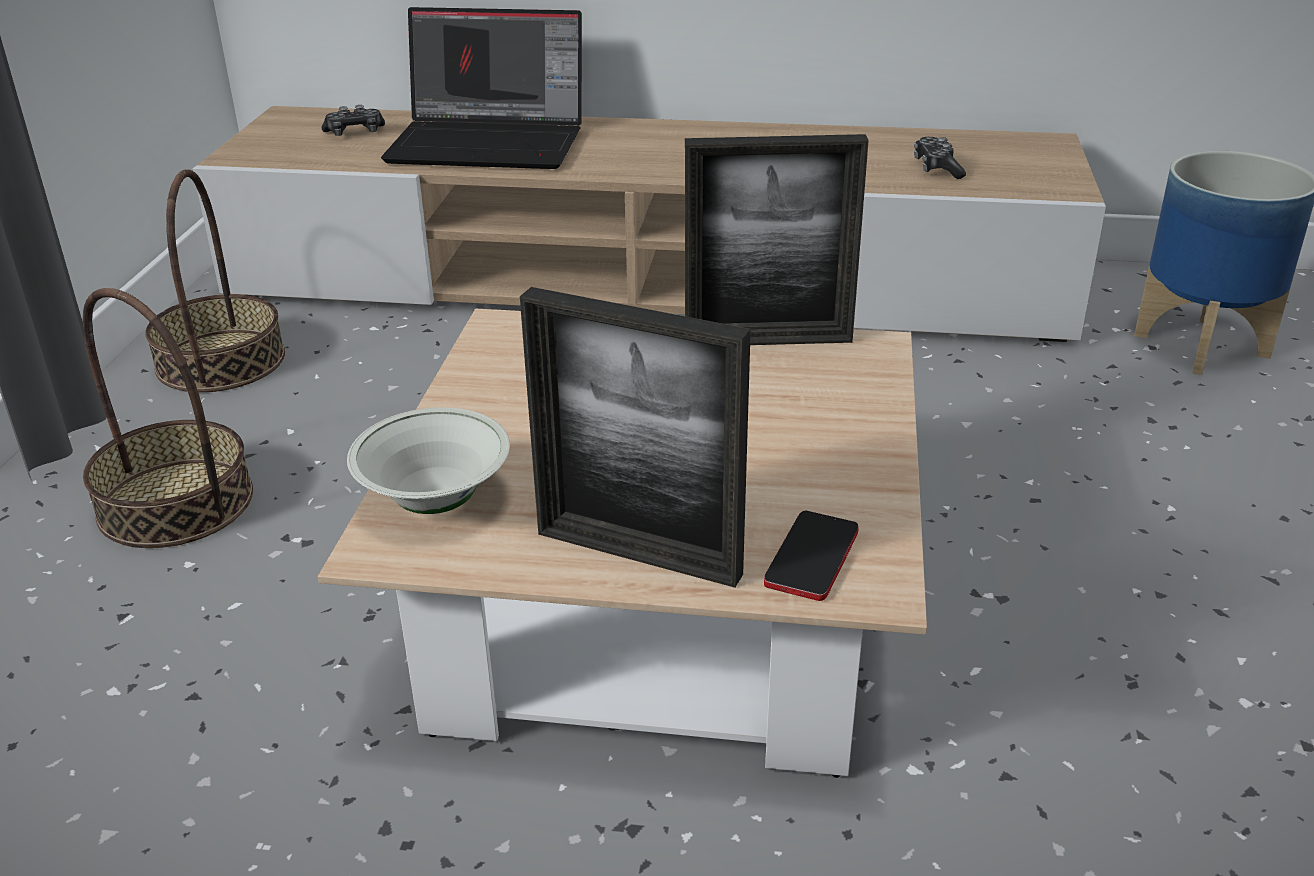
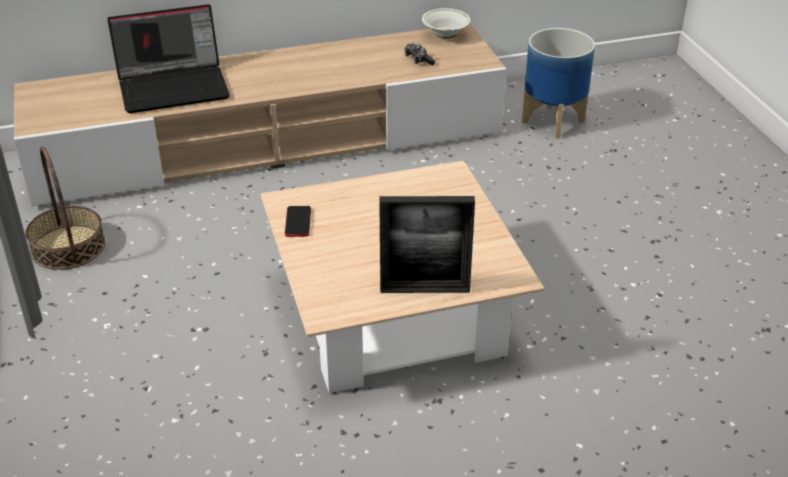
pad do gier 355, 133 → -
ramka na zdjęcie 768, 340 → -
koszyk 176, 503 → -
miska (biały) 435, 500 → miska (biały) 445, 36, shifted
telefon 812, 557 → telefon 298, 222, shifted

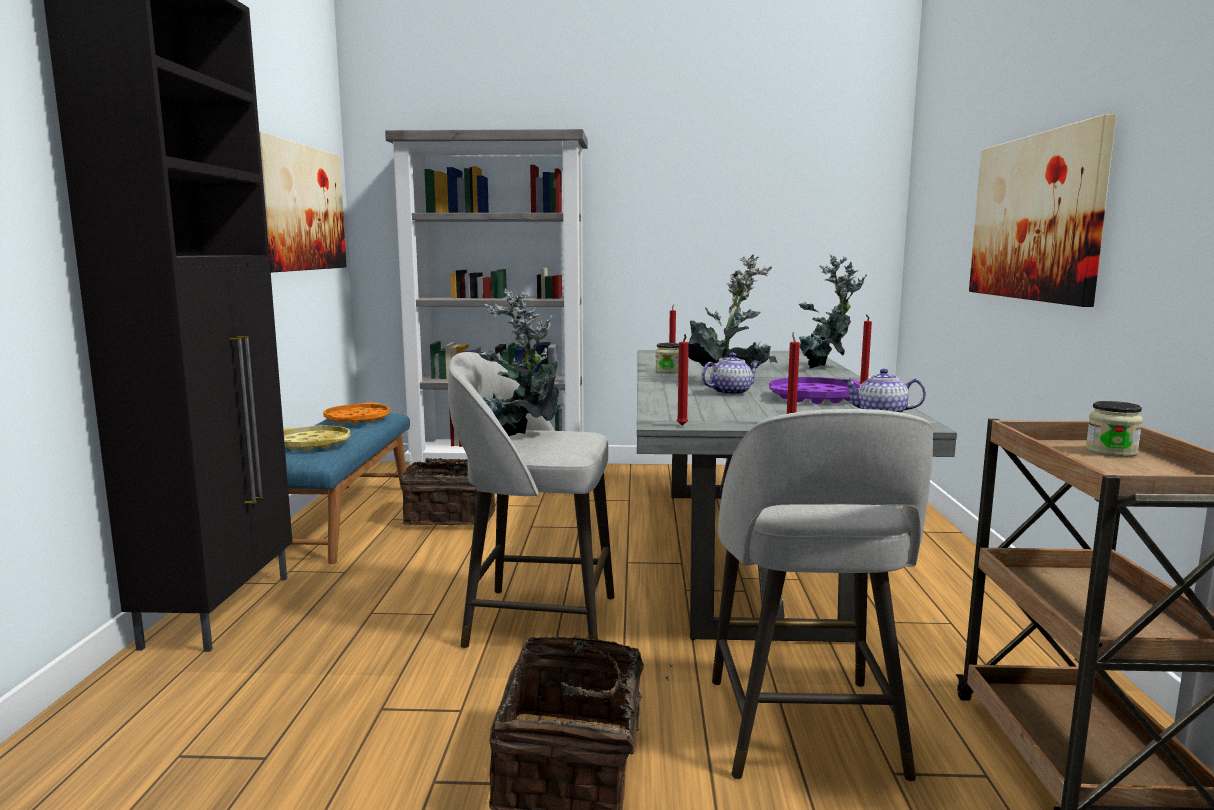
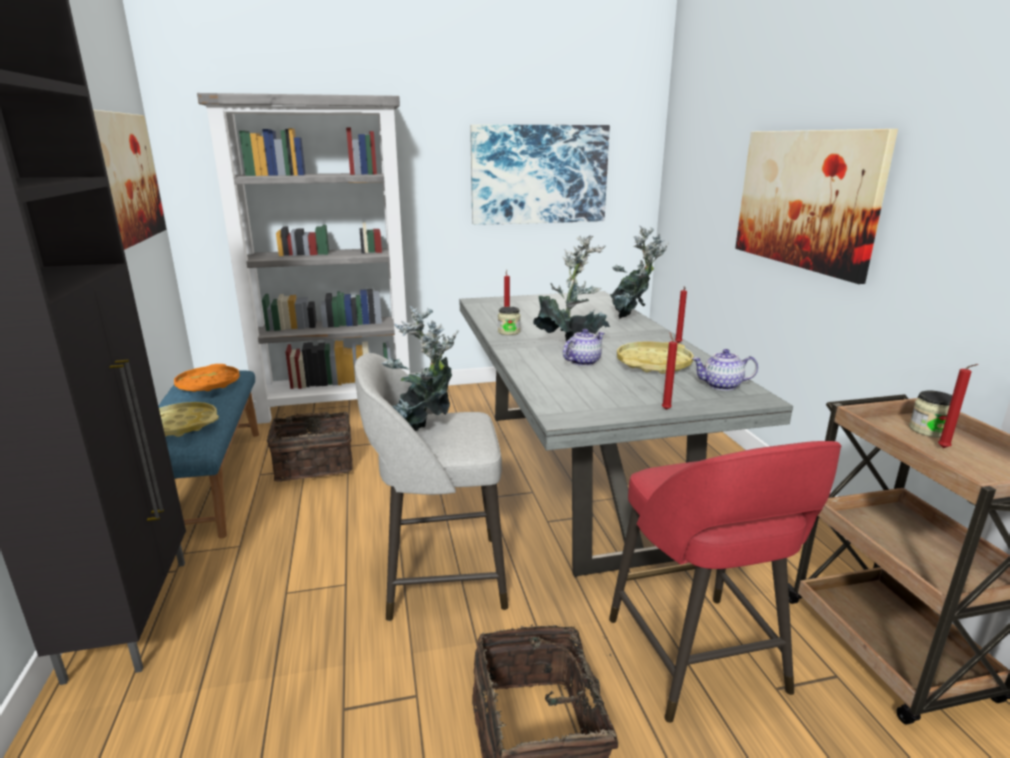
świeca (czerwony) 682, 426 → świeca (czerwony) 945, 449, shifted
taca (fioletowy) 814, 397 → taca (żółty) 653, 363
stołek (szary) 805, 731 → stołek (czerwony) 698, 659
- → obraz 539, 174

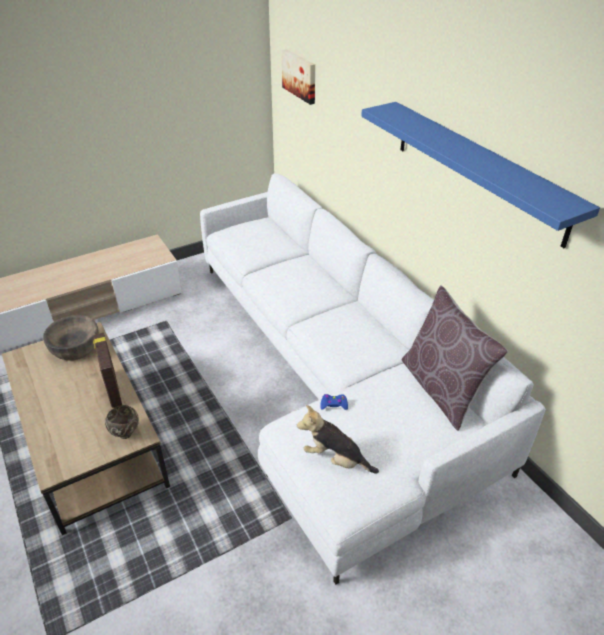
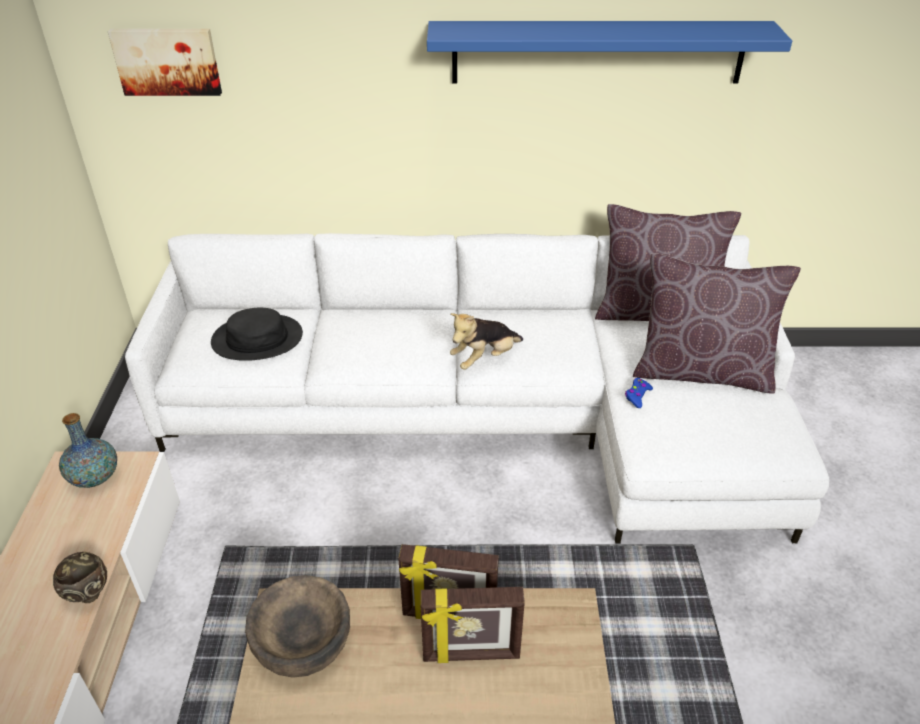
miska (brązowy) 125, 433 → miska (brązowy) 88, 595, shifted
pluszak 335, 459 → pluszak 484, 358, shifted
- → poduszka (brązowy) 701, 372
- → kapelusz (czarny) 257, 339
- → wazon 95, 477
- → ramka na zdjęcie 471, 655

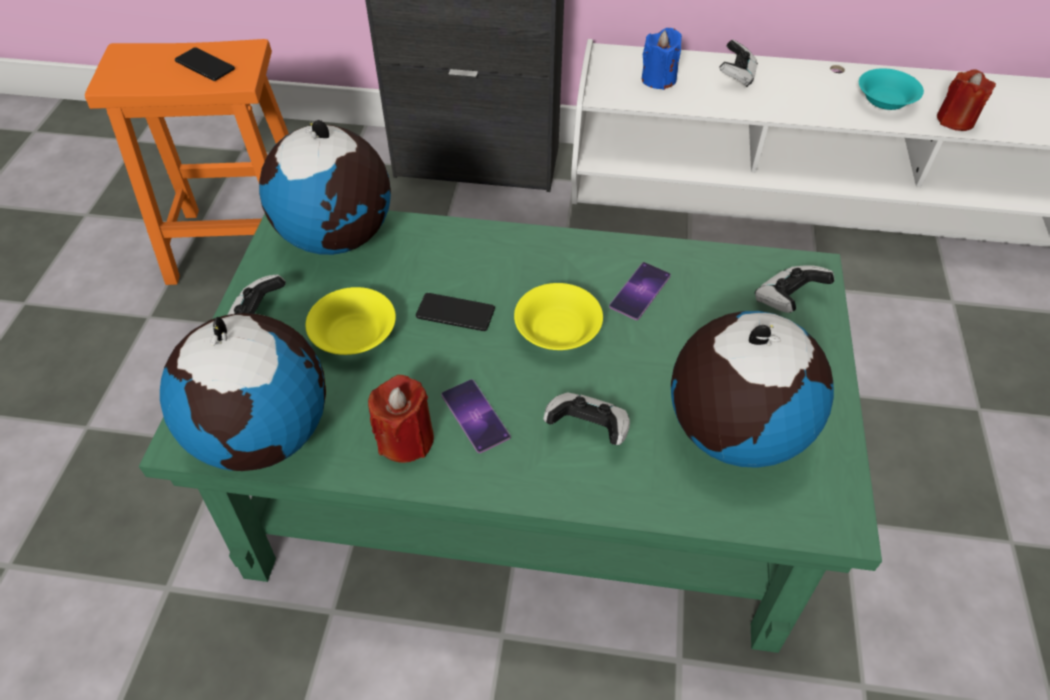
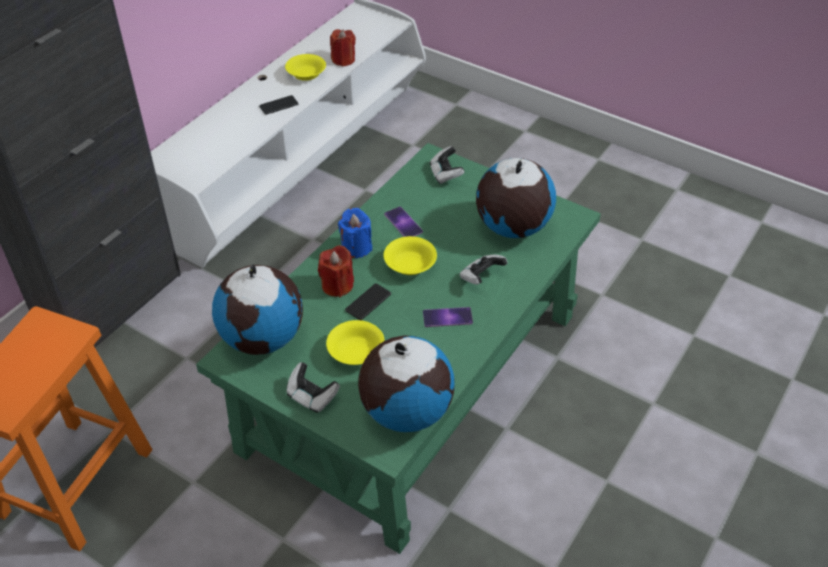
świeca (niebieski) 658, 79 → świeca (niebieski) 356, 247, shifted
pad do gier 736, 76 → -
telefon 205, 65 → telefon 279, 105, shifted
miska (turkusowy) 884, 101 → miska (żółty) 306, 75
świeca (czerwony) 405, 439 → świeca (czerwony) 337, 285, shifted

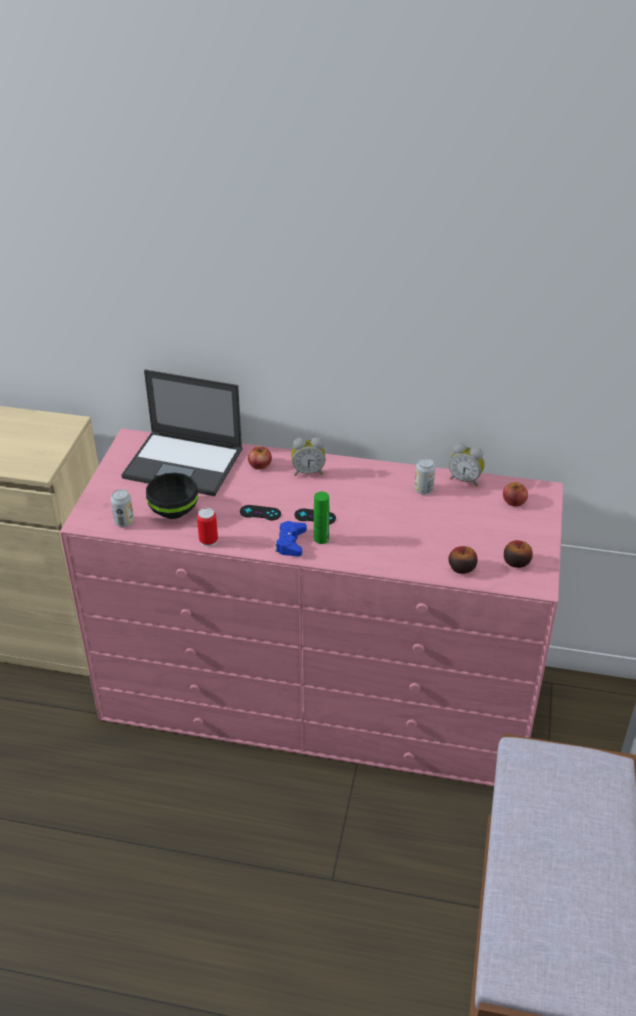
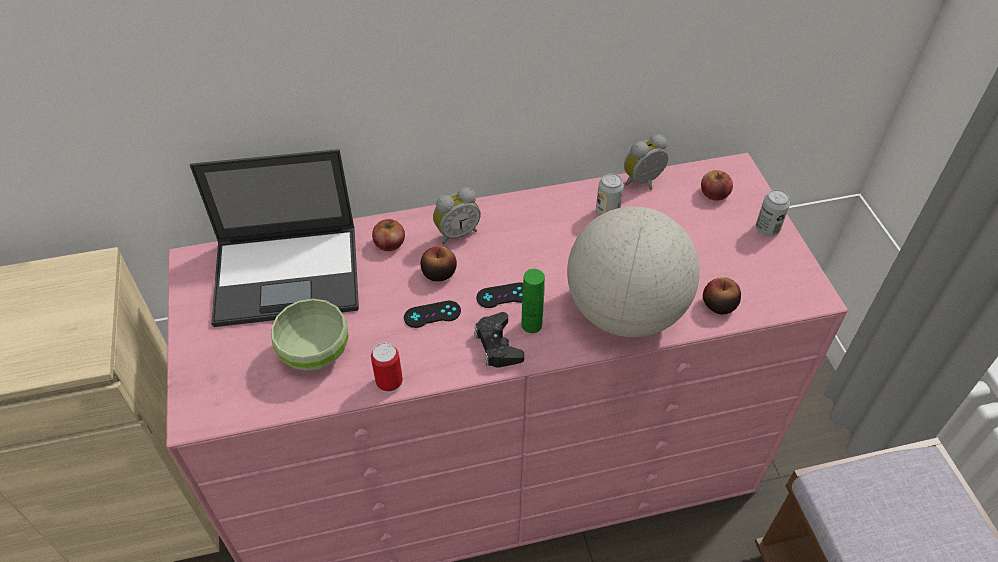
budzik 465, 479 → budzik 644, 183, 150 degrees clockwise
miska (czarny) 173, 510 → miska (zielony) 314, 351
puszka 124, 522 → puszka 767, 229, shifted
pad do gier (niebieski) 290, 543 → pad do gier (czarny) 498, 345
jabłko 516, 562 → jabłko 439, 273, shifted
- → globus 625, 311

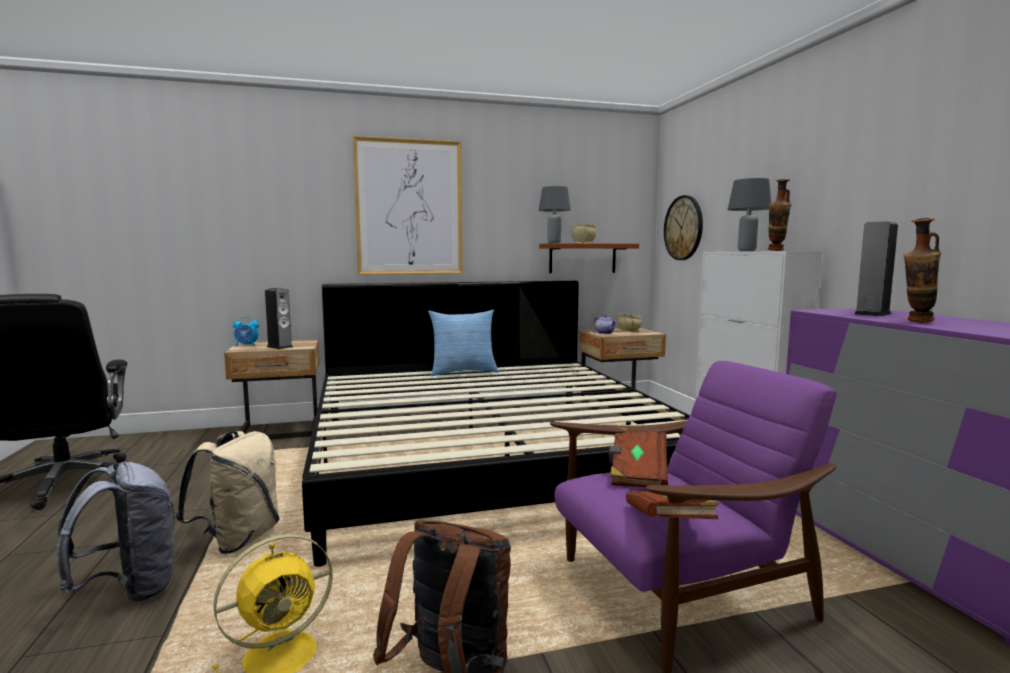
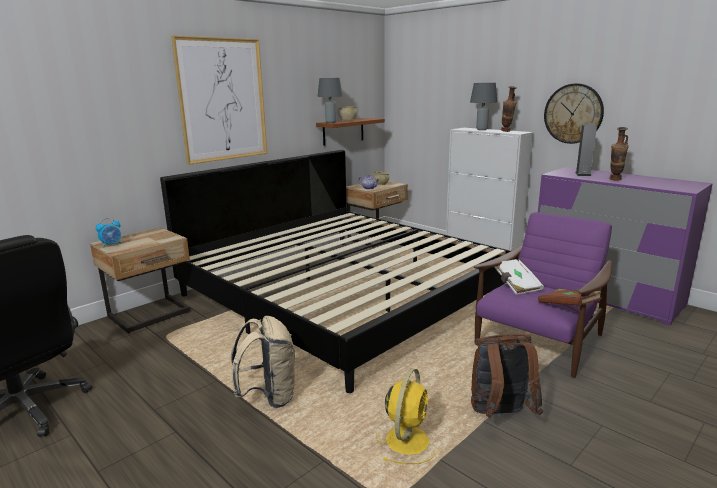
zegar ścienny 683, 228 → zegar ścienny 573, 113, shifted
głośnik 279, 347 → -
poduszka 463, 372 → -
książka (brązowy) 636, 473 → książka (biały) 516, 285
plecak (szary) 129, 590 → -

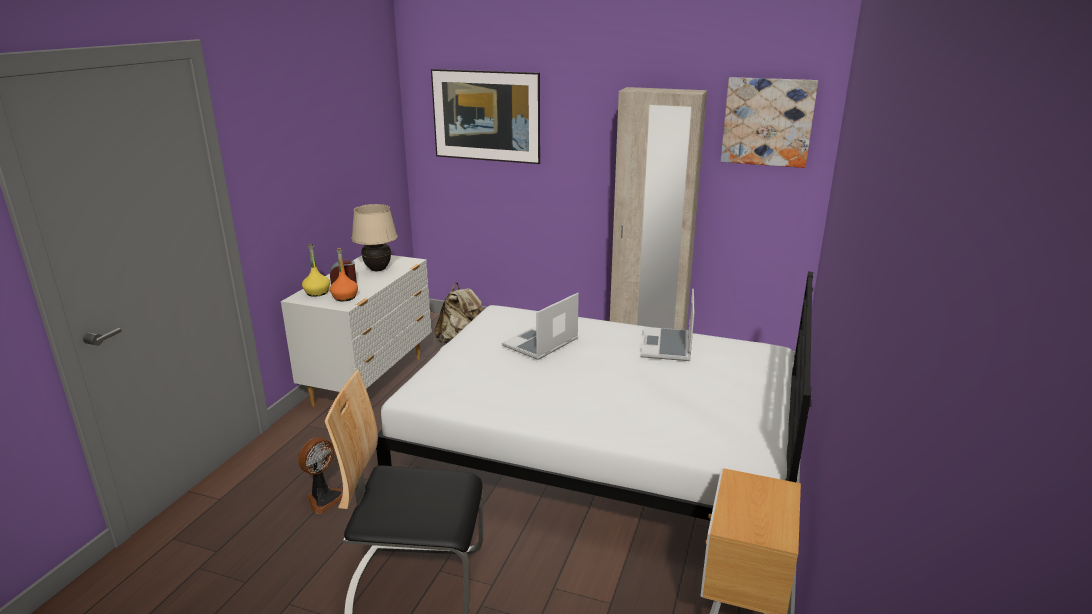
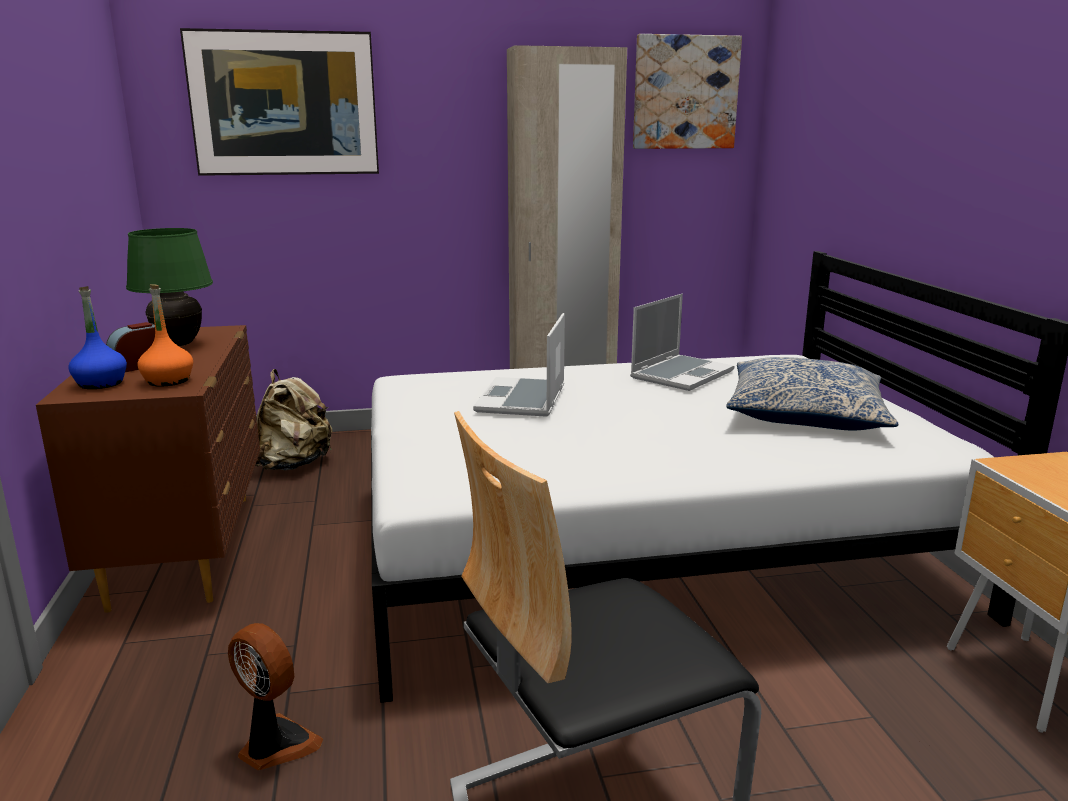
lampa stołowa (beżowy) 377, 270 → lampa stołowa (zielony) 178, 345
butelka (żółty) 317, 293 → butelka (niebieski) 100, 384
komoda (biały) 371, 381 → komoda (brązowy) 188, 547
laptop 667, 346 → laptop 681, 374, 120 degrees counterclockwise
wentylator 324, 498 → wentylator 275, 746, 60 degrees counterclockwise
- → poduszka 805, 414

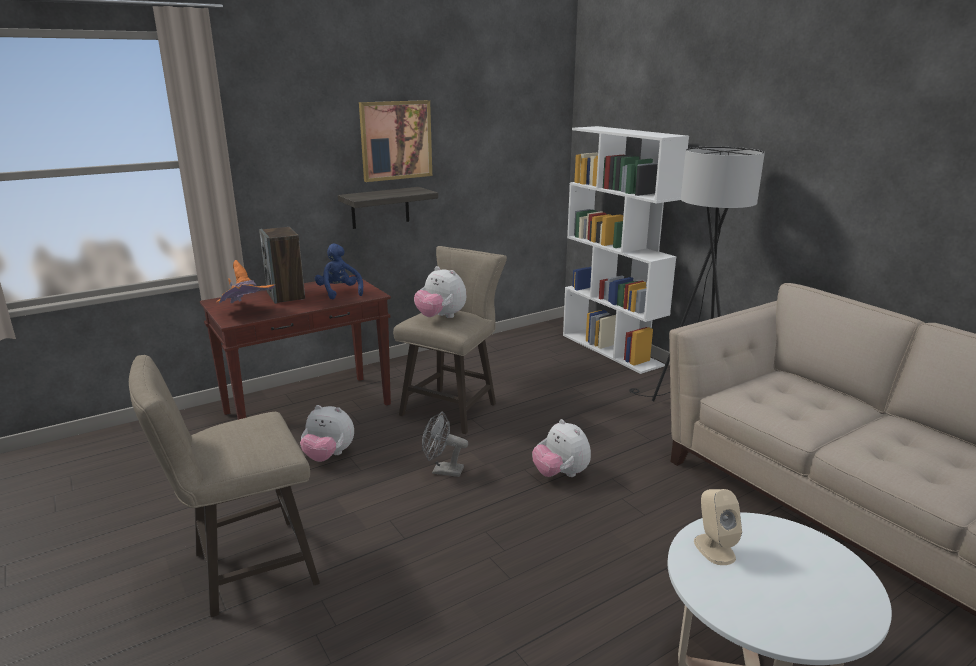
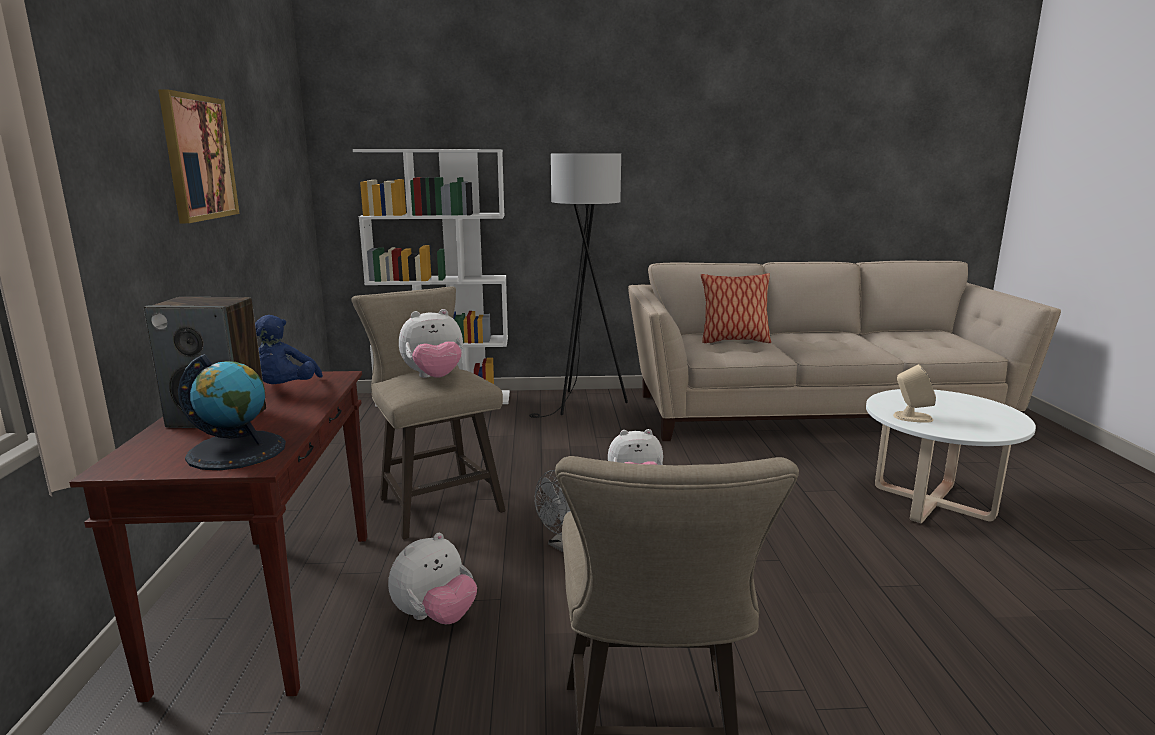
półka 380, 207 → -
pluszak (niebieski) 339, 292 → pluszak (niebieski) 285, 389, 90 degrees counterclockwise
kapelusz (pomarańczowy) 247, 312 → globus 237, 450
- → poduszka 734, 341

